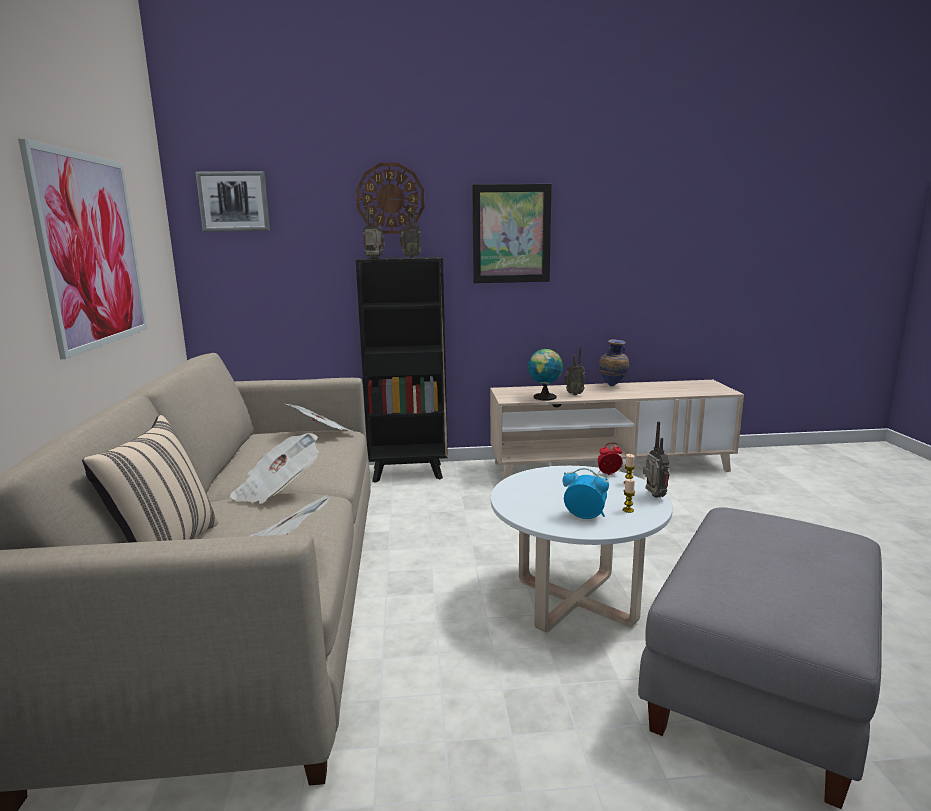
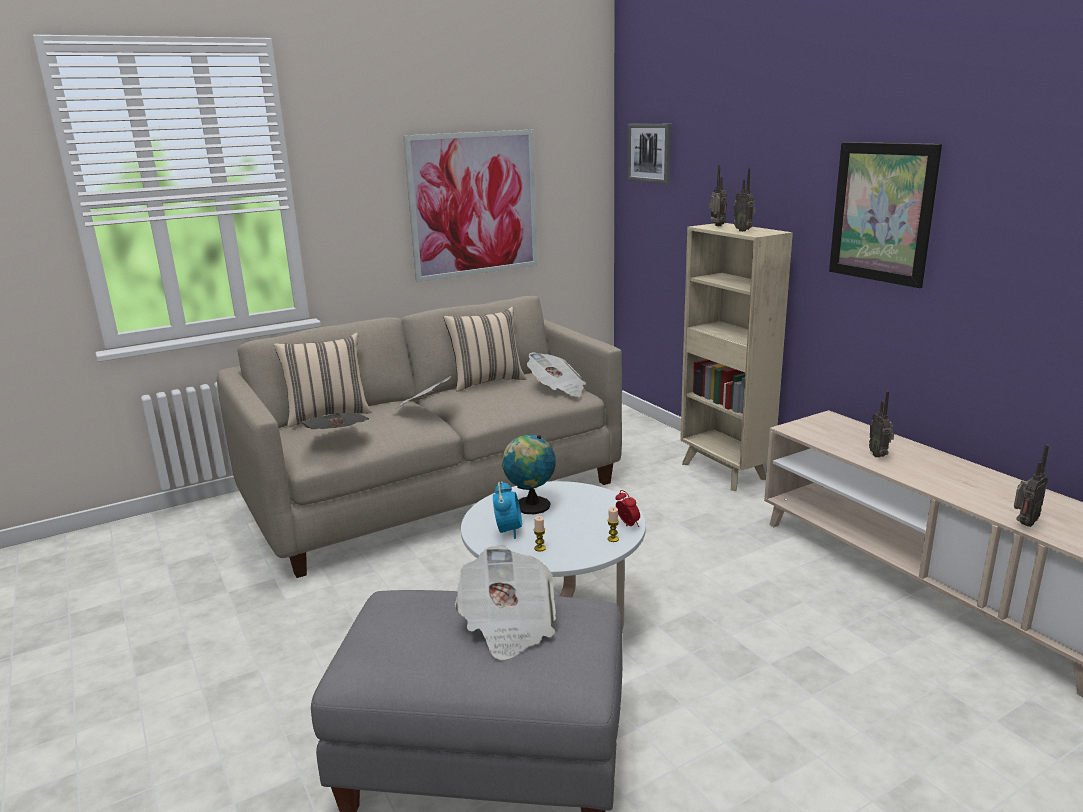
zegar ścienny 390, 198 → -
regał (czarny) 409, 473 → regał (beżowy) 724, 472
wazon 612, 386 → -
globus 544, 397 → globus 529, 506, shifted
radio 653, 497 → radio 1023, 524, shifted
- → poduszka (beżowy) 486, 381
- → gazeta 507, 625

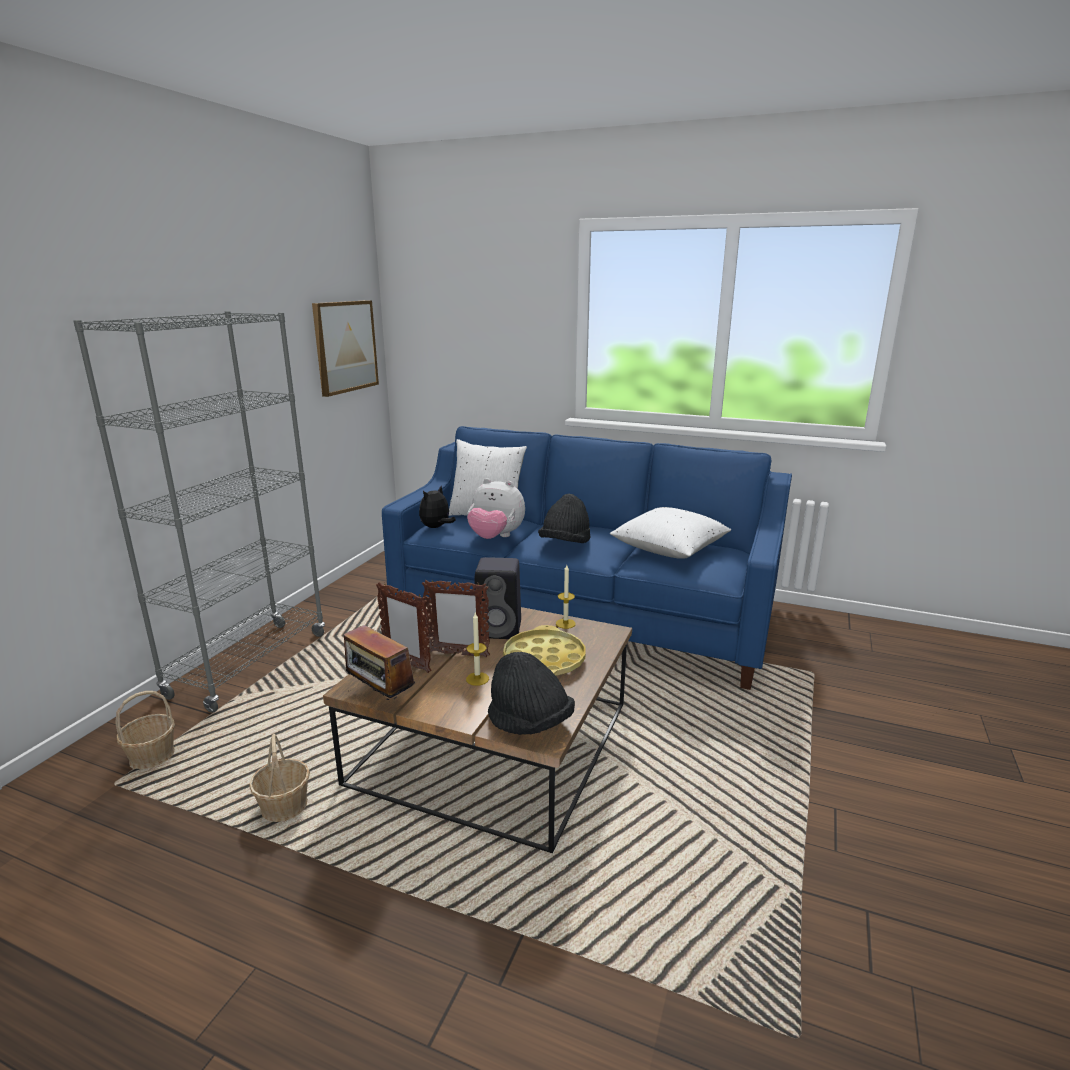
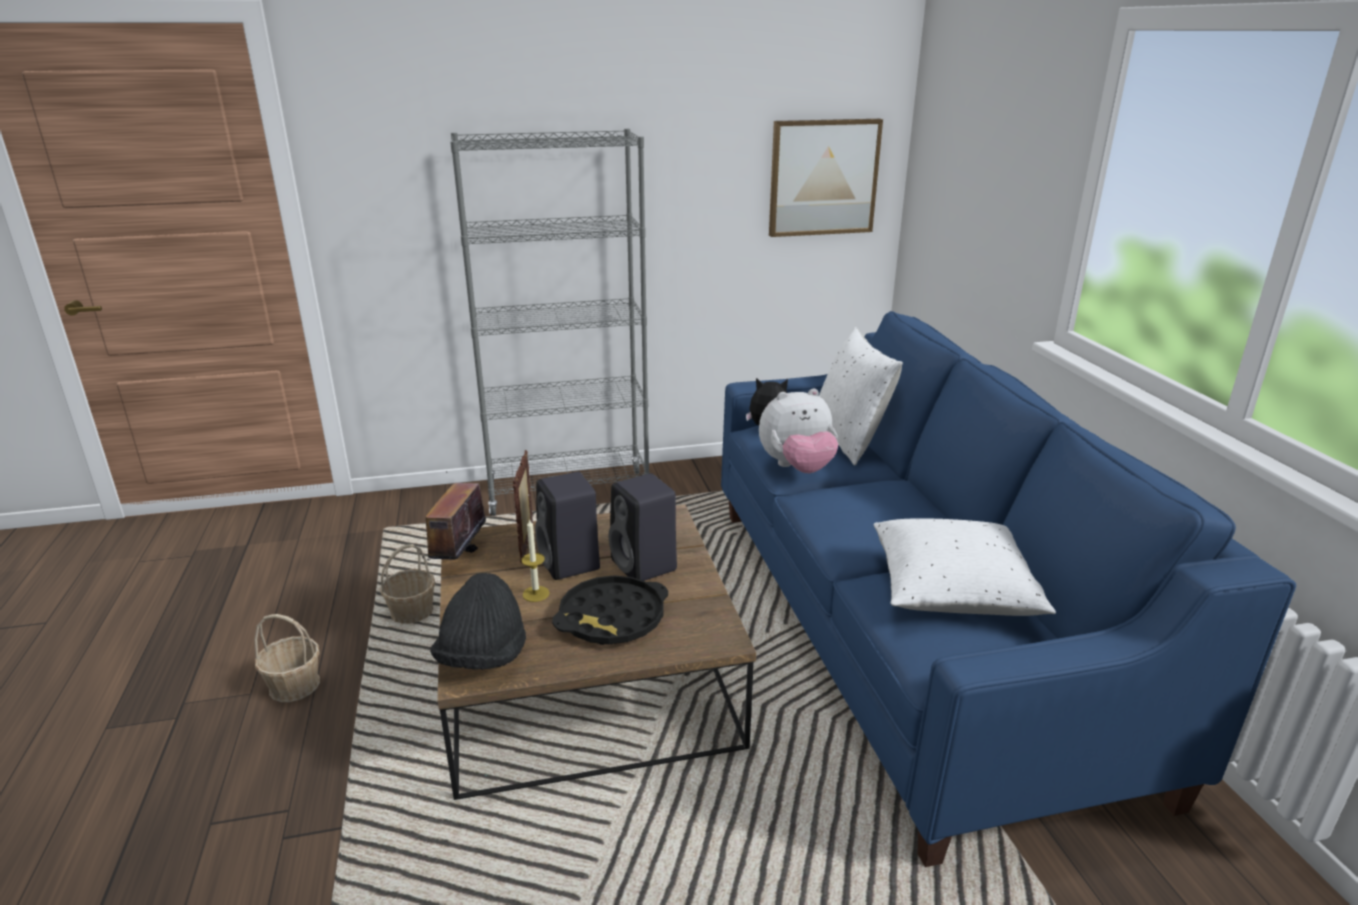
pluszak 495, 537 → pluszak 797, 468, 90 degrees counterclockwise
kapelusz (czarny) 565, 544 → -
świeca 565, 623 → -
ramka na zdjęcie 458, 654 → głośnik (czarny) 570, 563
taca (żółty) 544, 659 → taca (czarny) 612, 618
koszyk 152, 756 → koszyk 294, 685, shifted

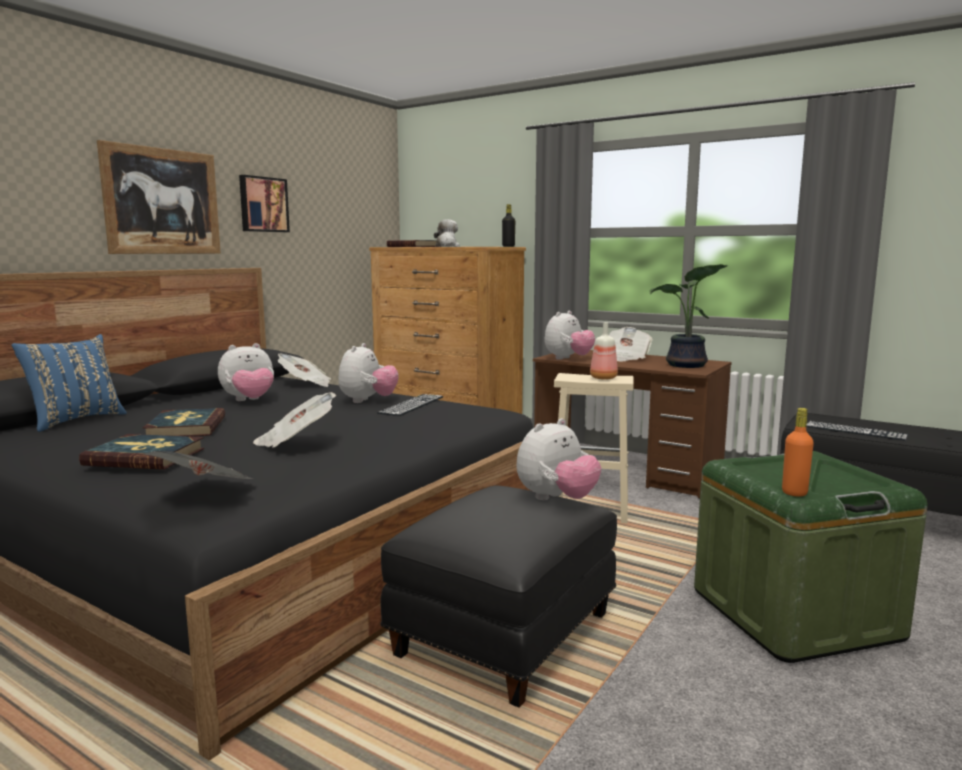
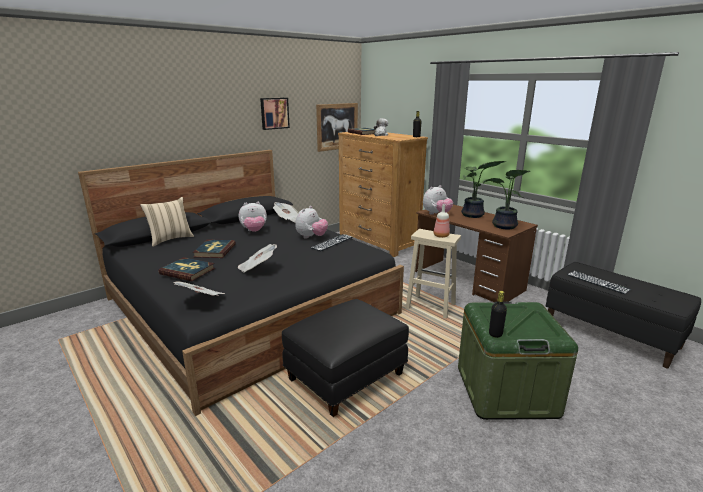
obraz 162, 201 → obraz 337, 126, shifted
gazeta 626, 358 → roślina doniczkowa 473, 215
poduszka (niebieski) 75, 420 → poduszka (beżowy) 170, 239
butelka (pomarańczowy) 794, 492 → butelka (czarny) 495, 334
pluszak 556, 499 → -

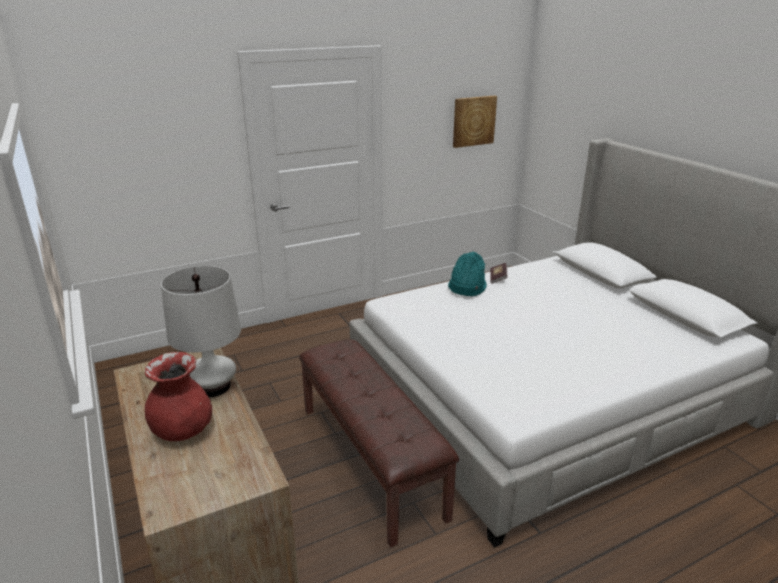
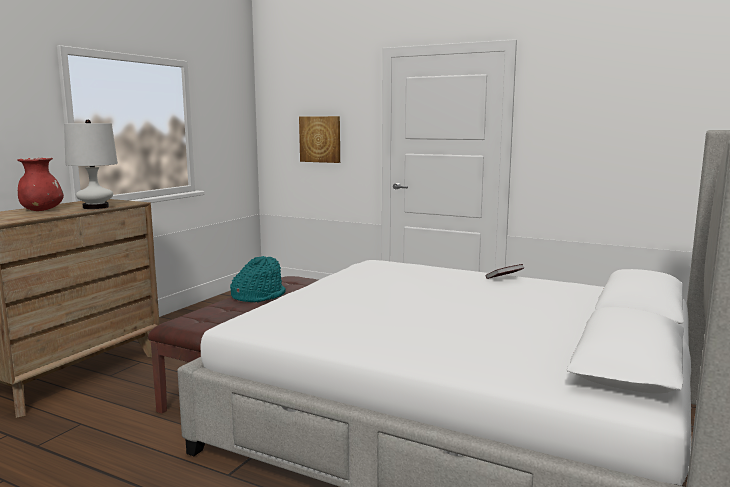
obraz 473, 121 → obraz 320, 139, shifted
kapelusz (turkusowy) 466, 287 → kapelusz (turkusowy) 258, 296, shifted

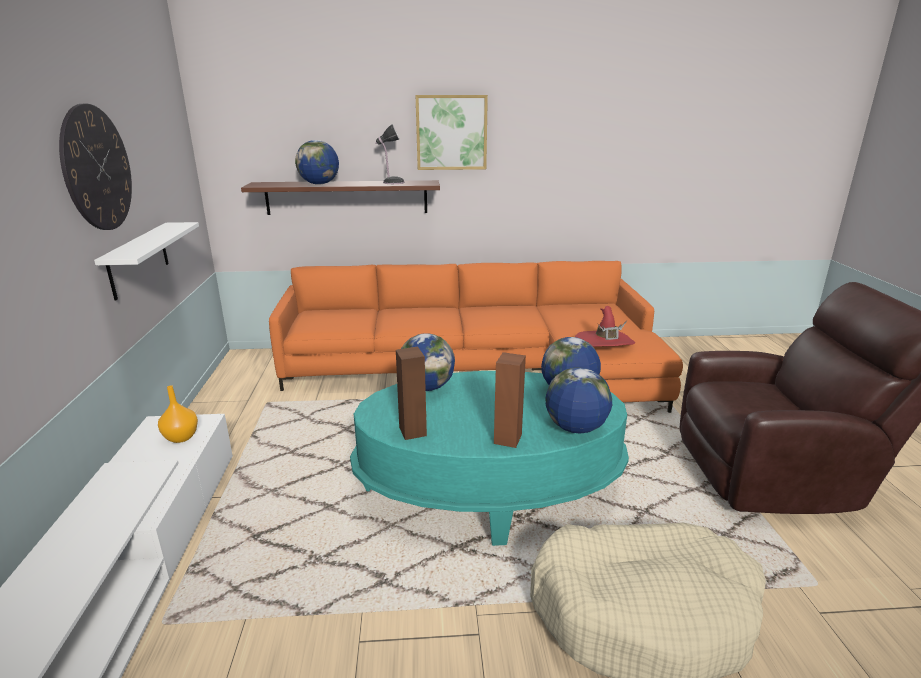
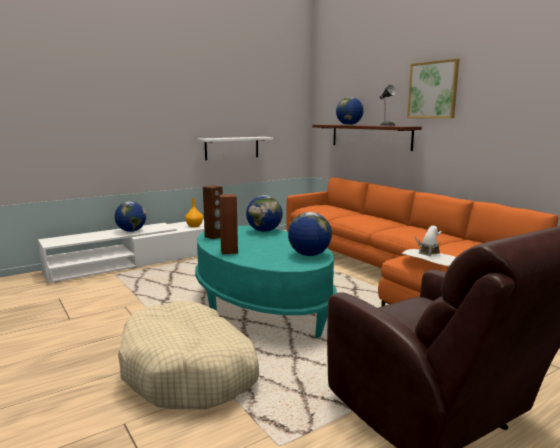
zegar ścienny 97, 168 → -
kapelusz (czerwony) 604, 342 → kapelusz (biały) 429, 259
globus 575, 428 → globus 131, 231, shifted

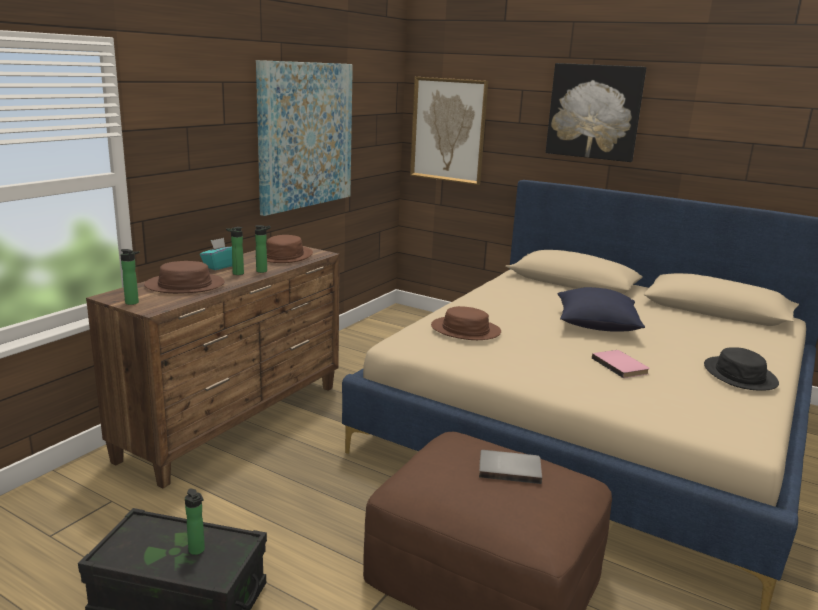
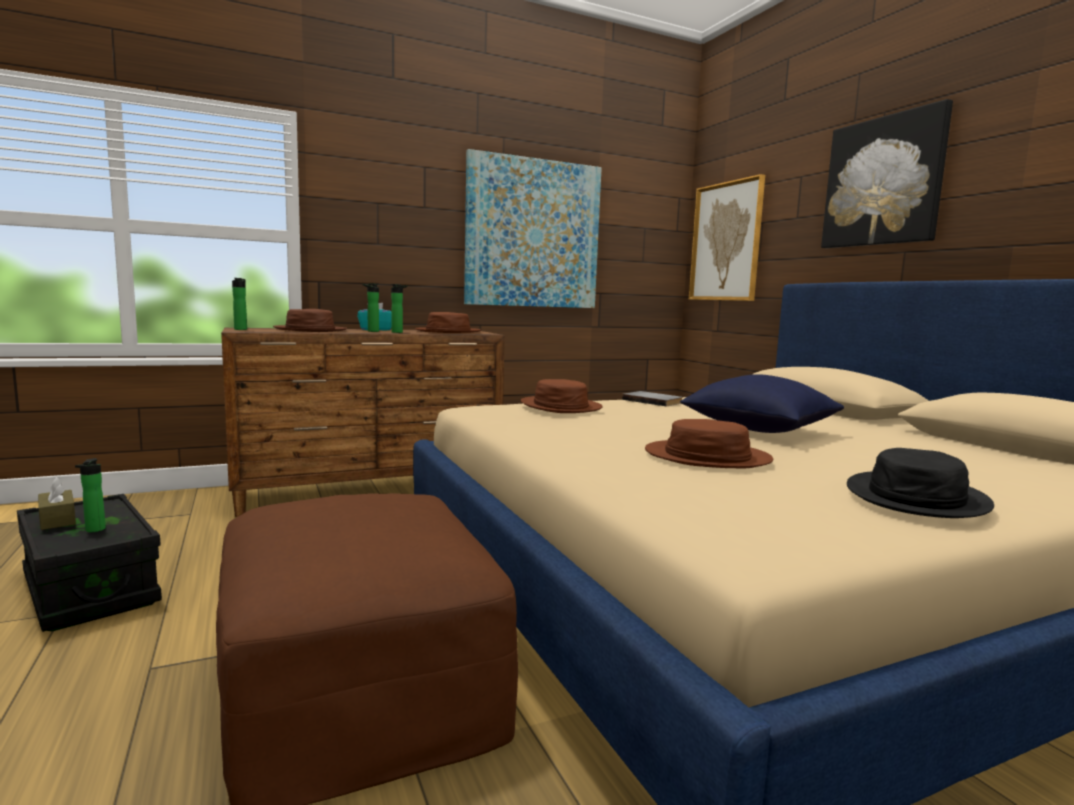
książka (różowy) 621, 366 → kapelusz (brązowy) 707, 457
książka (szary) 509, 468 → książka (szary) 653, 401, shifted
- → pudełko chusteczek (brązowy) 57, 519

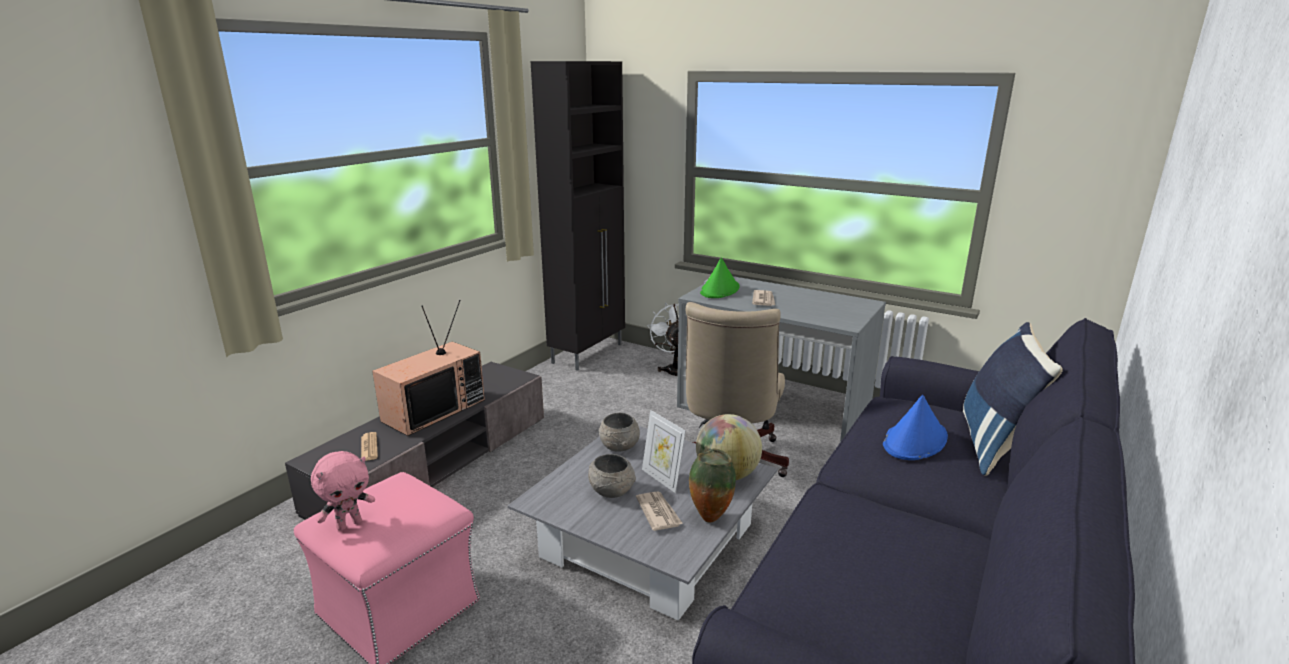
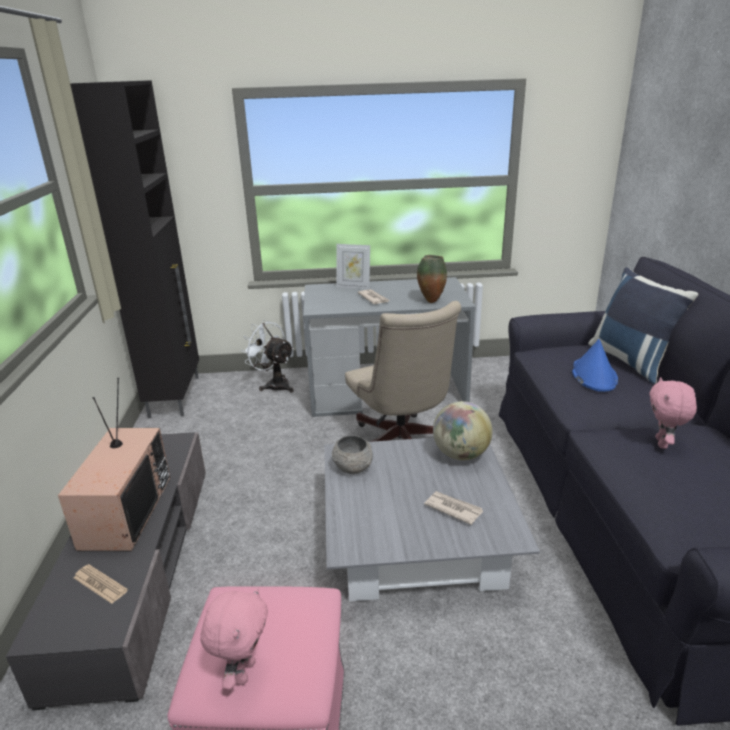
kapelusz (zielony) 720, 290 → -
ramka na zdjęcie 662, 479 → ramka na zdjęcie 353, 287, shifted
wazon 710, 517 → wazon 430, 301, shifted
miska (szary) 611, 490 → -
- → pluszak (różowy) 663, 443

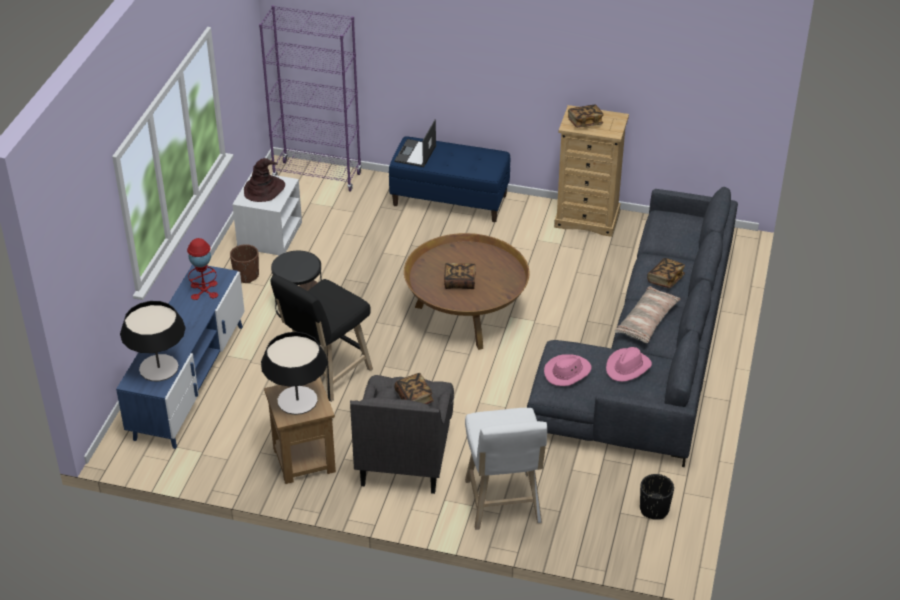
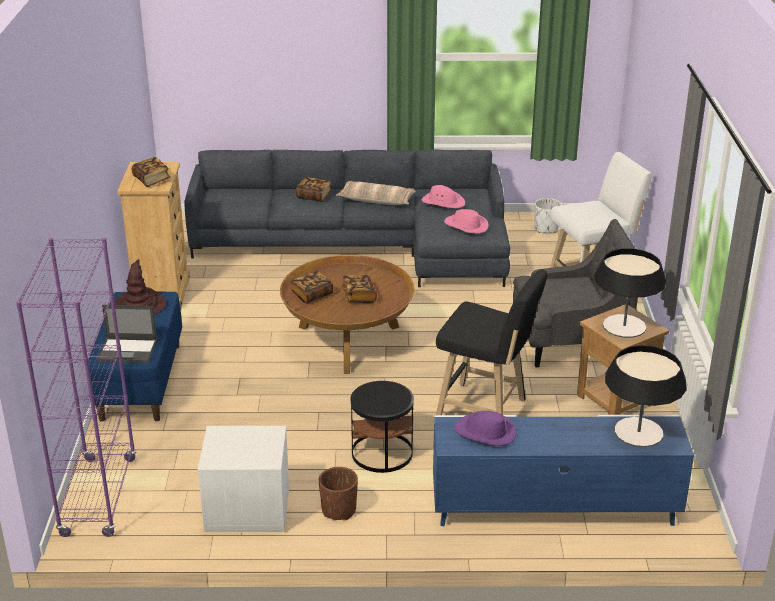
kapelusz (brązowy) 264, 189 → kapelusz (brązowy) 140, 304, shifted
lampa stołowa (czerwony) 204, 290 → kapelusz (fioletowy) 485, 433
książka 414, 398 → książka 312, 295, shifted
donica (czarny) 654, 509 → donica (biały) 546, 229

